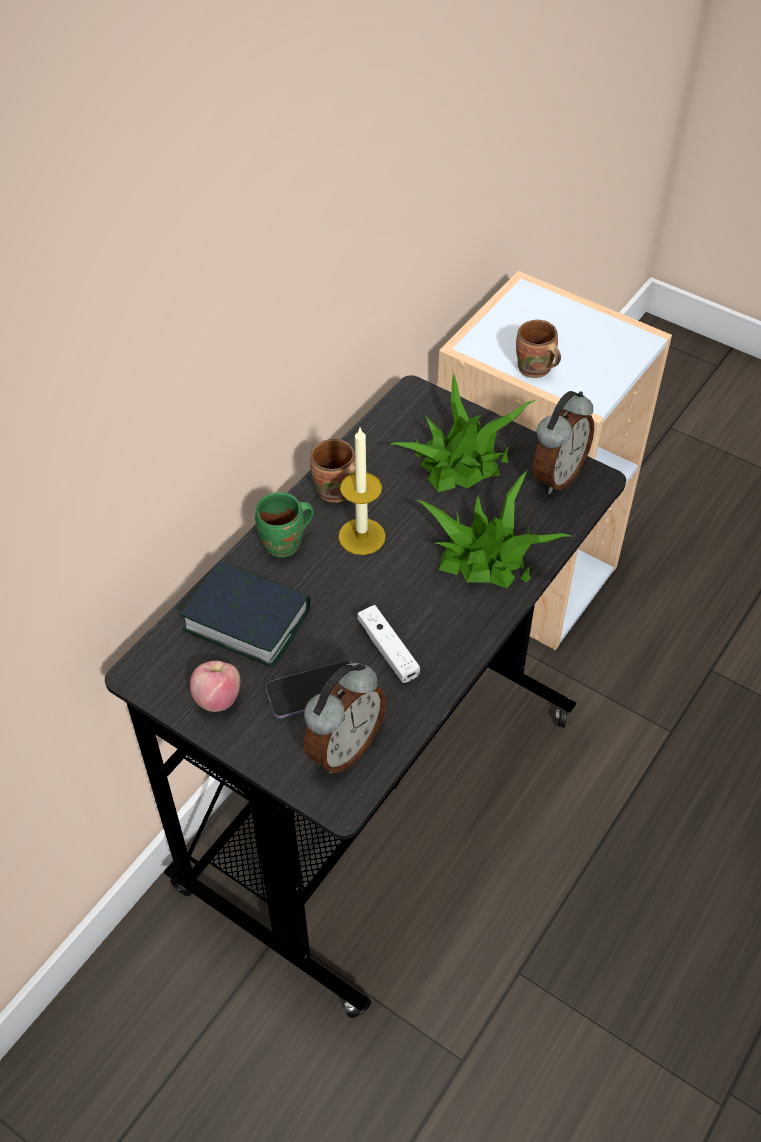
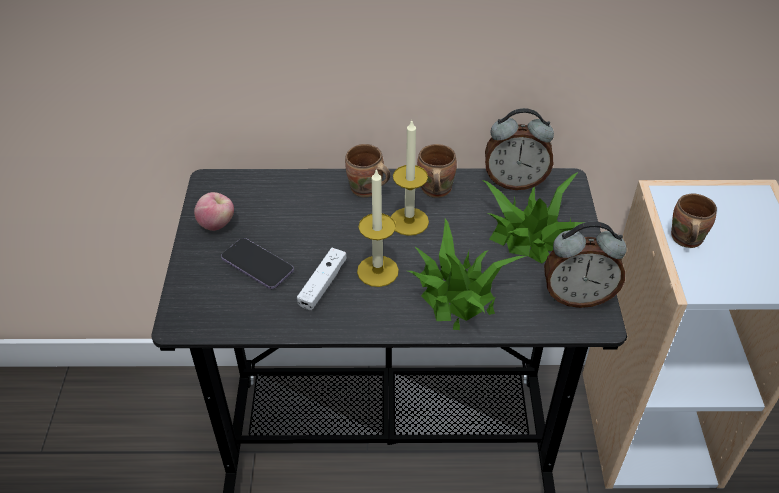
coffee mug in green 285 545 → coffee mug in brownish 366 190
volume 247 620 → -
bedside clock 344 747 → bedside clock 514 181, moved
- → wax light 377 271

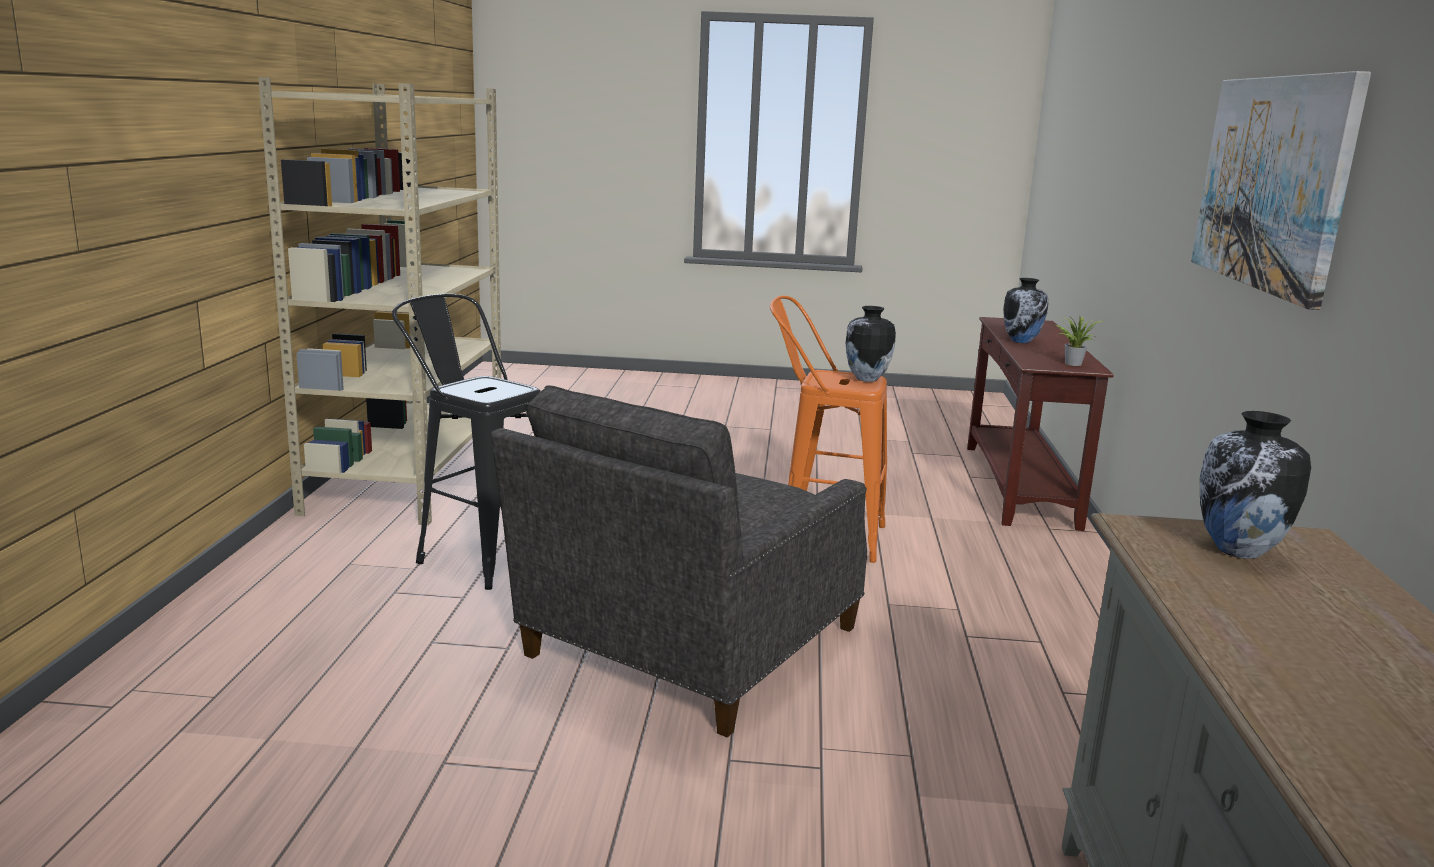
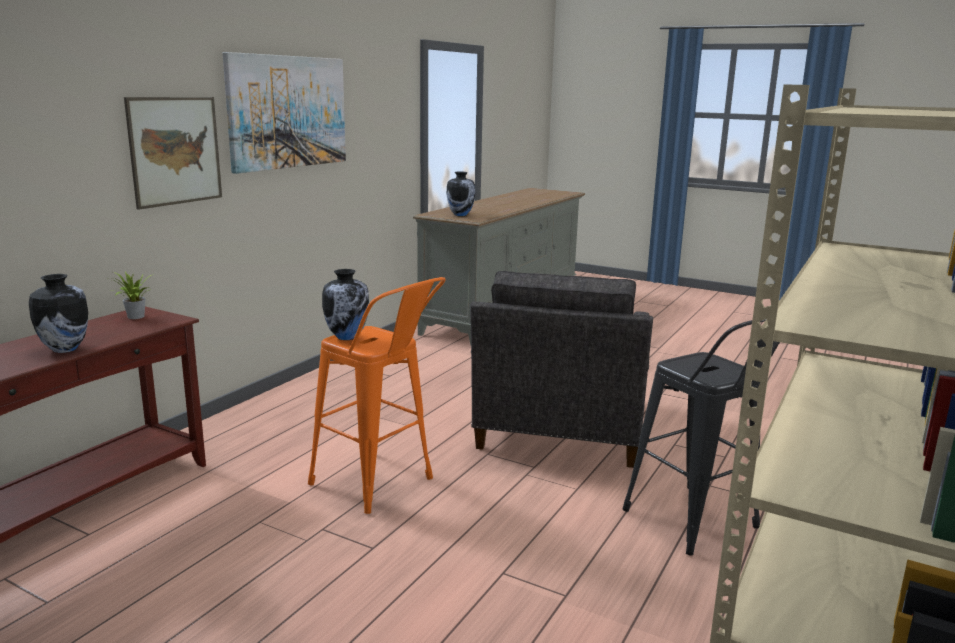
easy chair in gray 688 645 → easy chair in gray 561 426, 135 degrees clockwise
- → picture 175 151

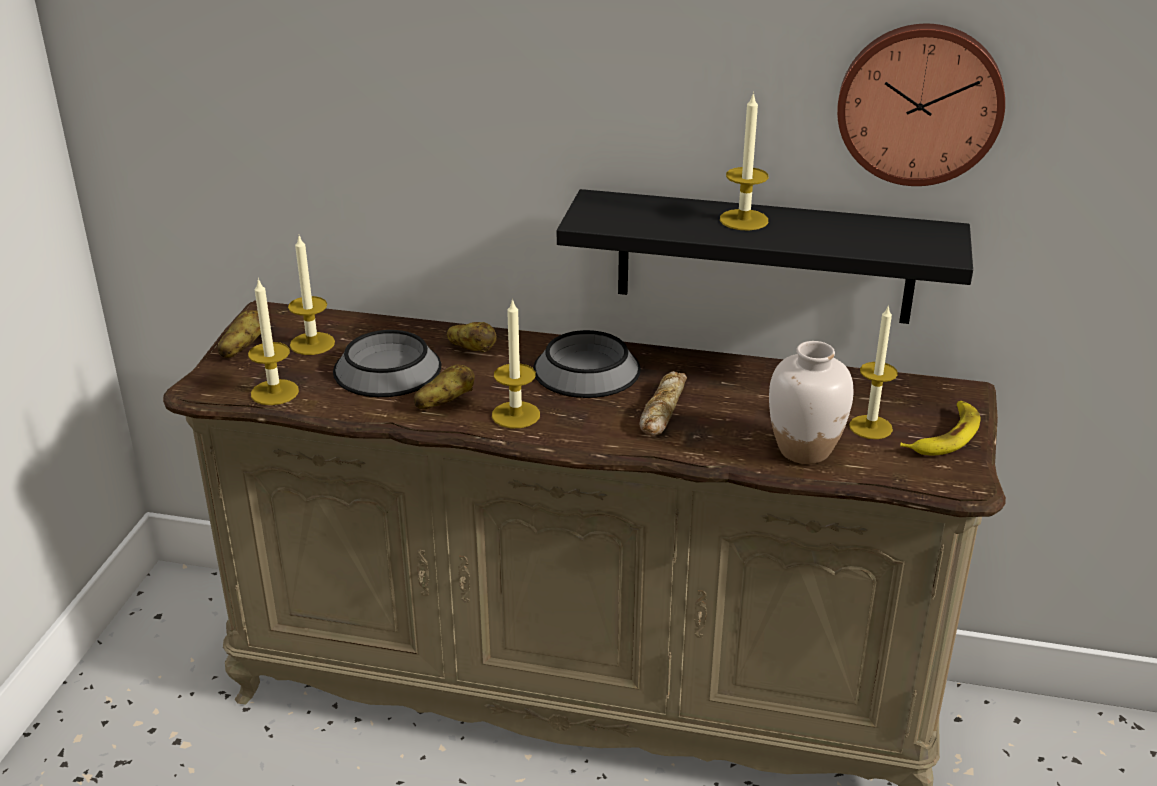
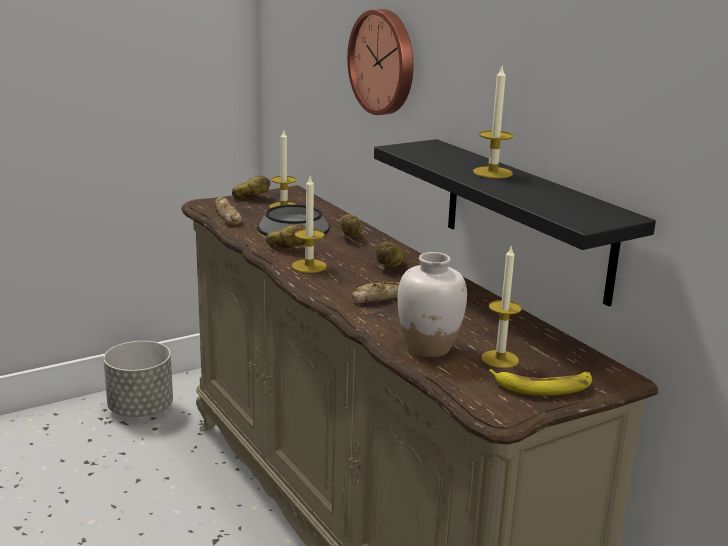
wall clock 920 103 → wall clock 384 62, moved
wax light 274 392 → bakery bread 226 216
deep dish 586 369 → potato 390 265
- → planter in gray 141 409

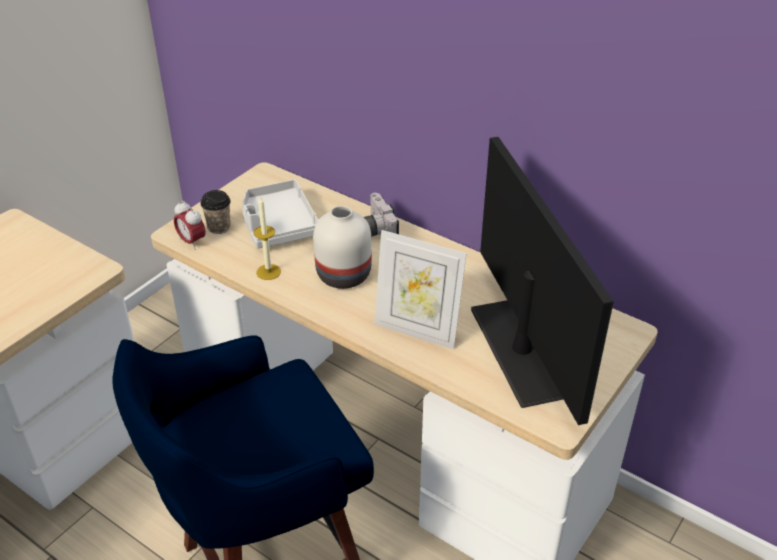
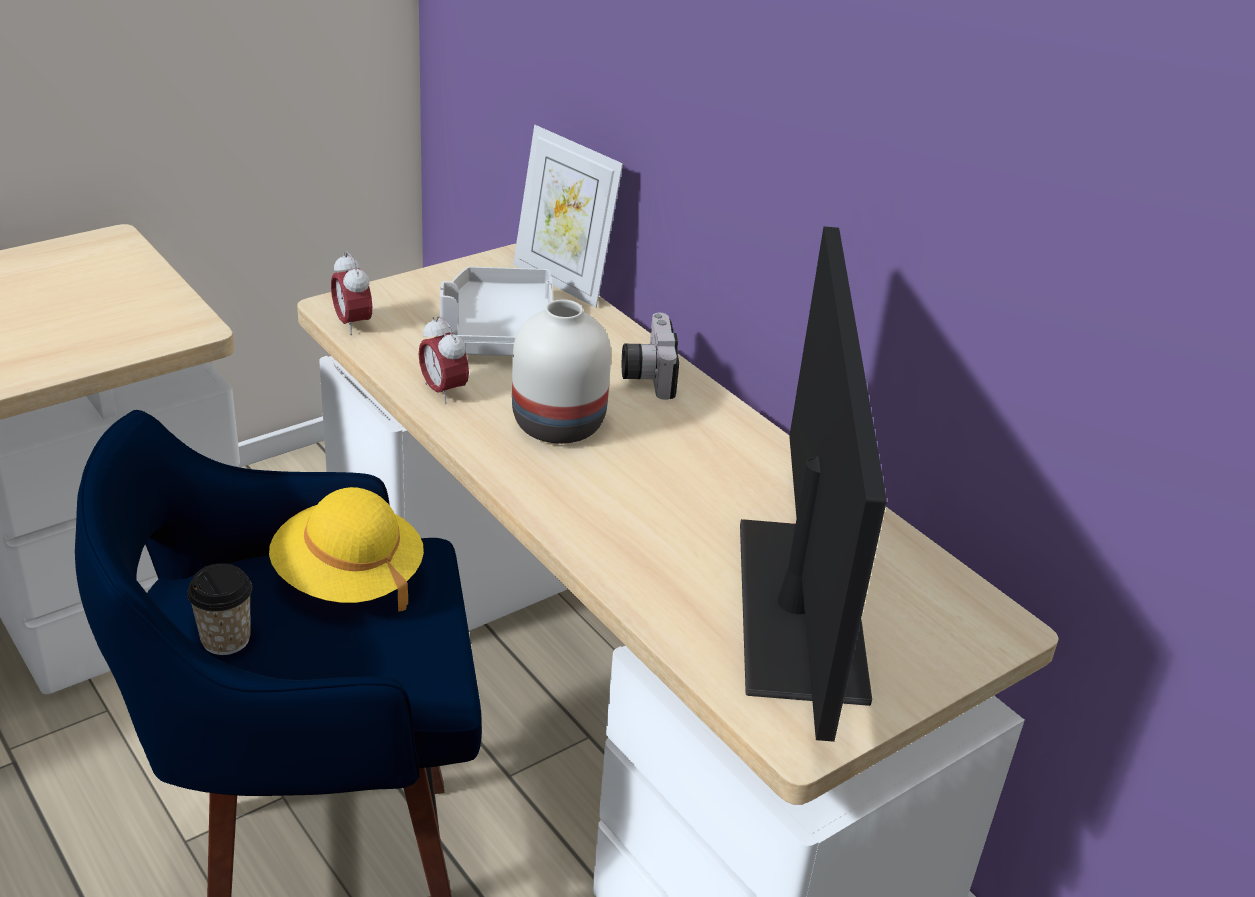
drinking cup 219 227 → drinking cup 226 639, moved
wax light 268 272 → bedside clock 443 391
standing frame 417 331 → standing frame 562 282, moved
- → wearable hat in yellowish 348 579

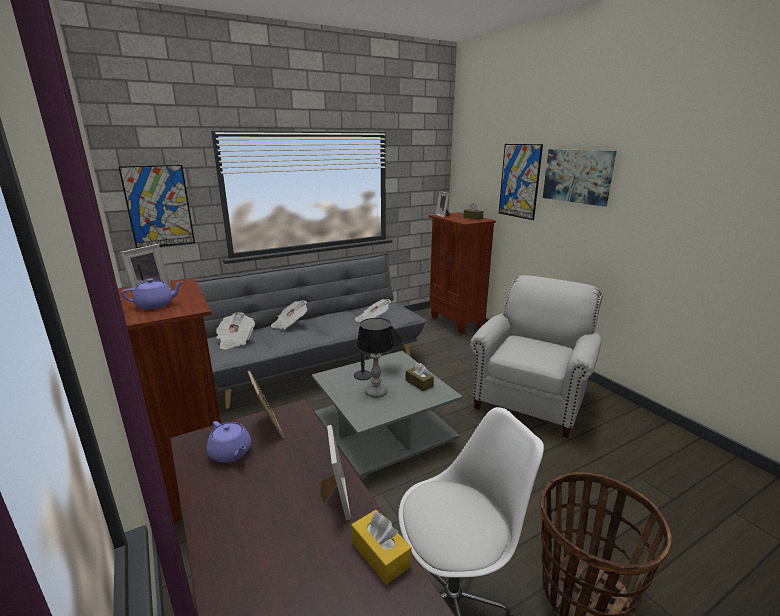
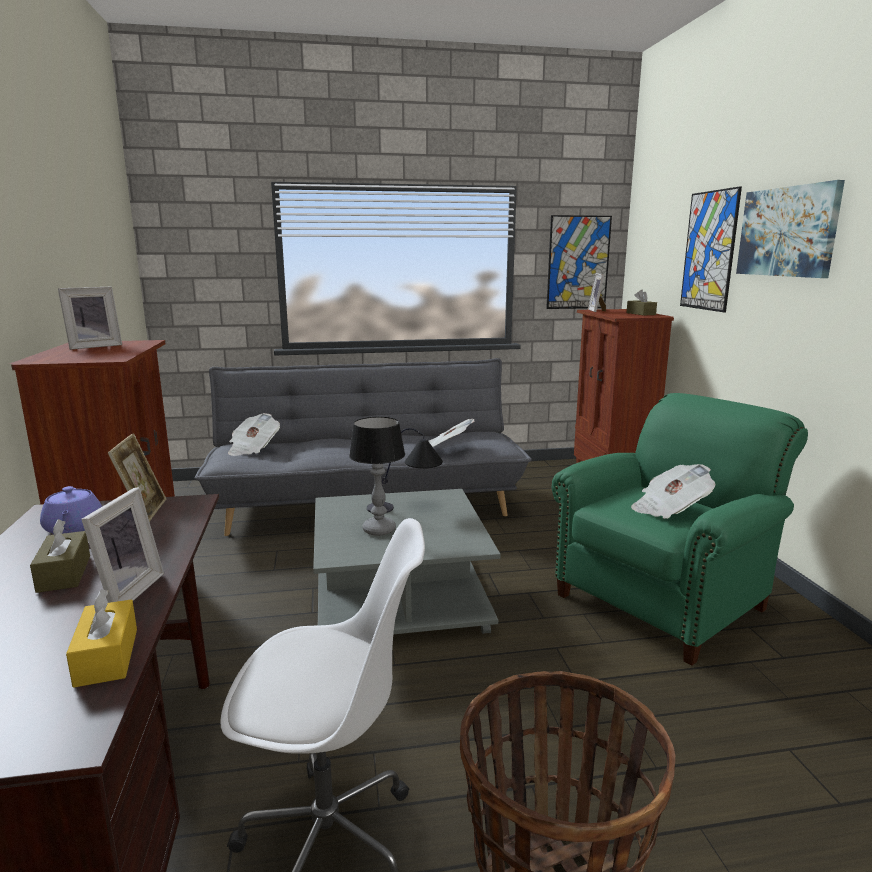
picture 159 207 → picture 578 262, moved
easy chair in white-coloured 531 398 → easy chair in green 666 599
pot for tea in purplish 156 305 → -
printed paper 290 324 → printed paper 669 509, moved
tissue holder in brownish 419 383 → tissue holder in brownish 64 573, moved

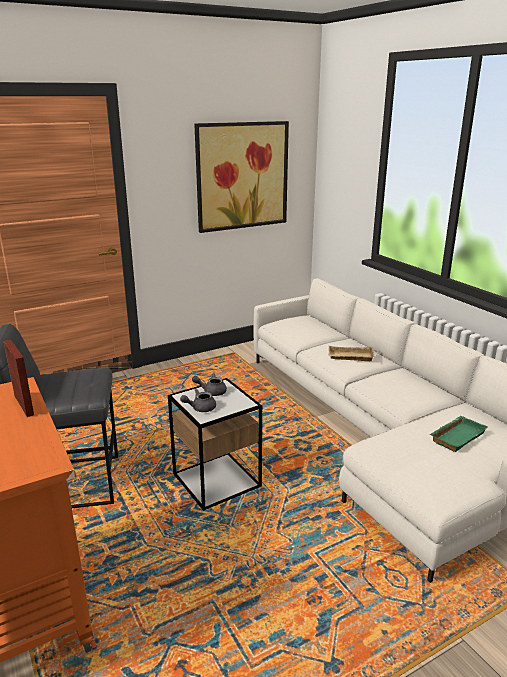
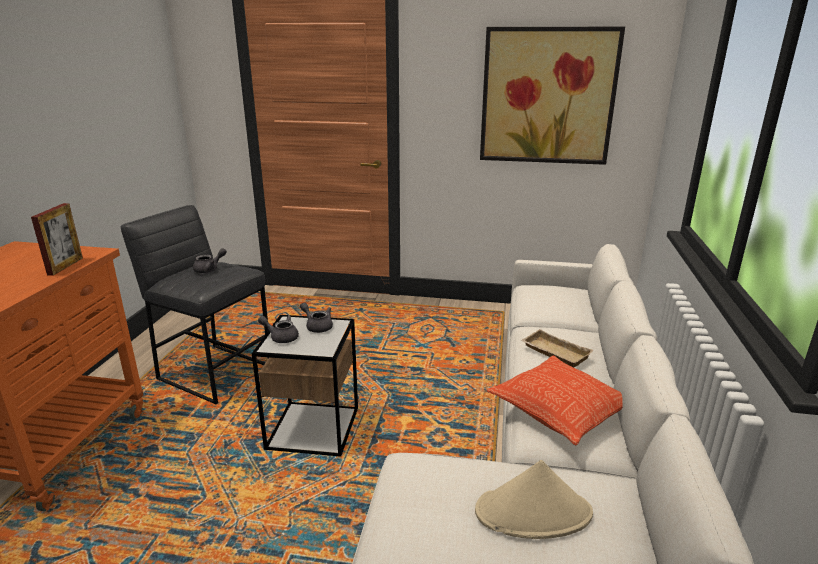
carrying tray in green 456 436 → wearable hat in beige 533 512
- → pot for tea in gray 209 269
- → throw pillow in orange 560 411

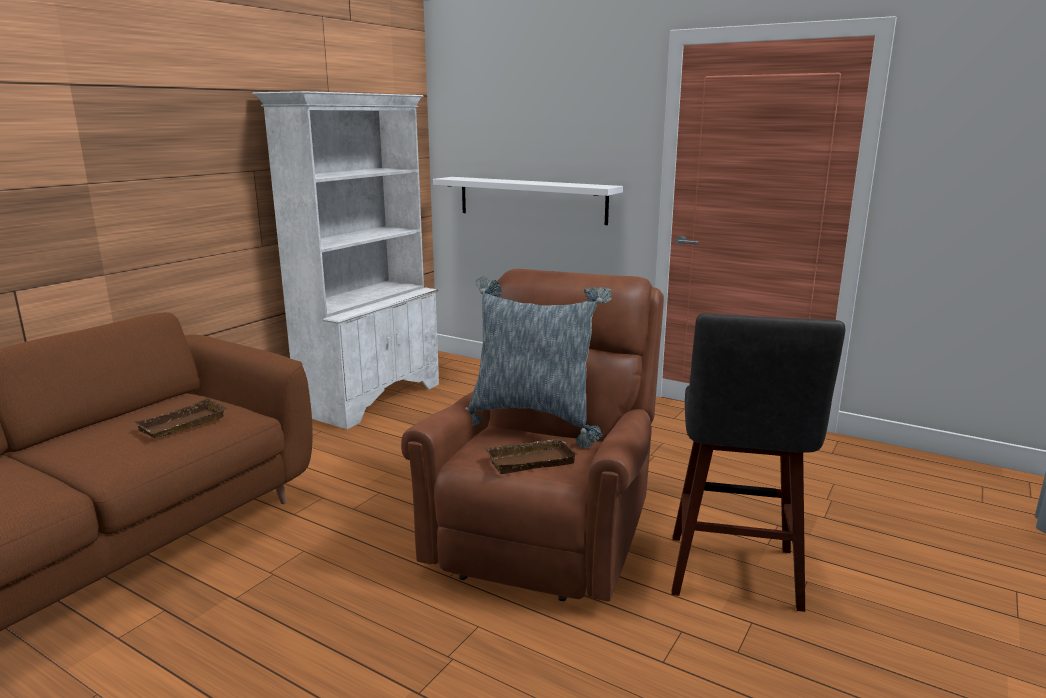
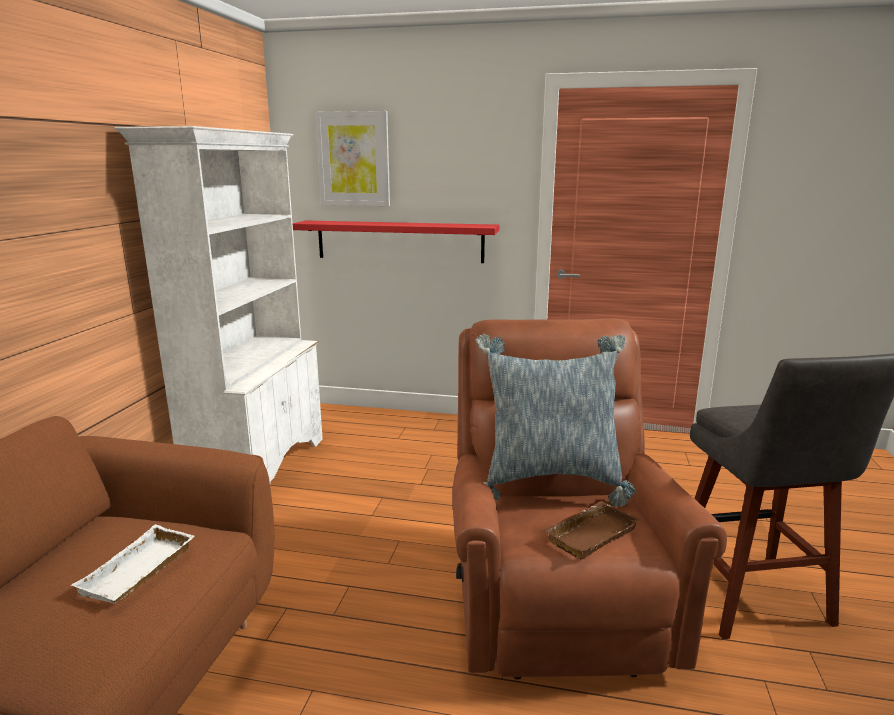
bracket shelf in white-coloured 531 199 → bracket shelf in red 399 241
carrying tray in brownish 183 425 → carrying tray in white-coloured 139 572
- → picture 353 159

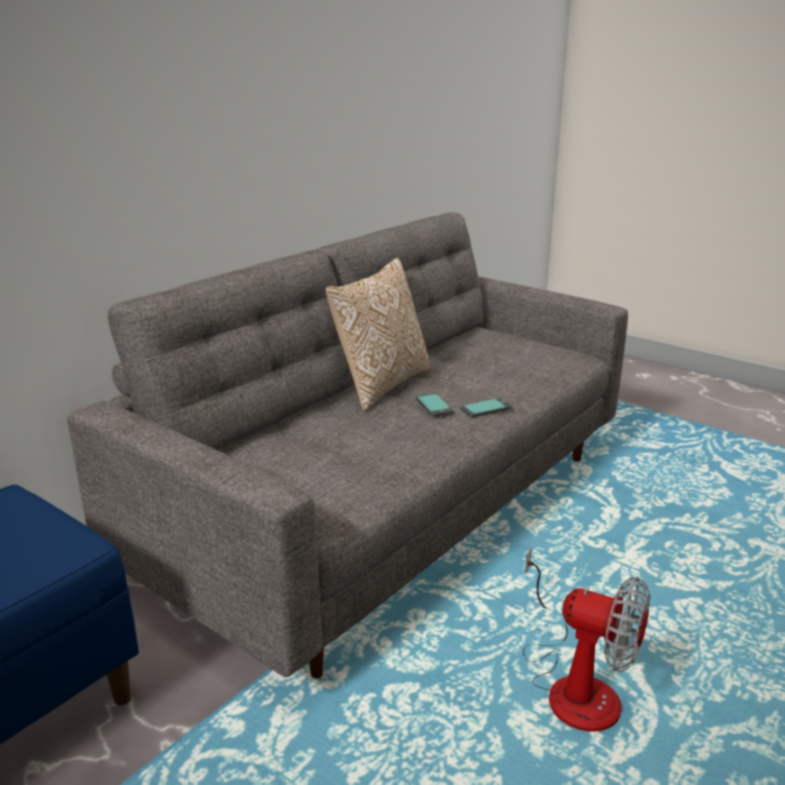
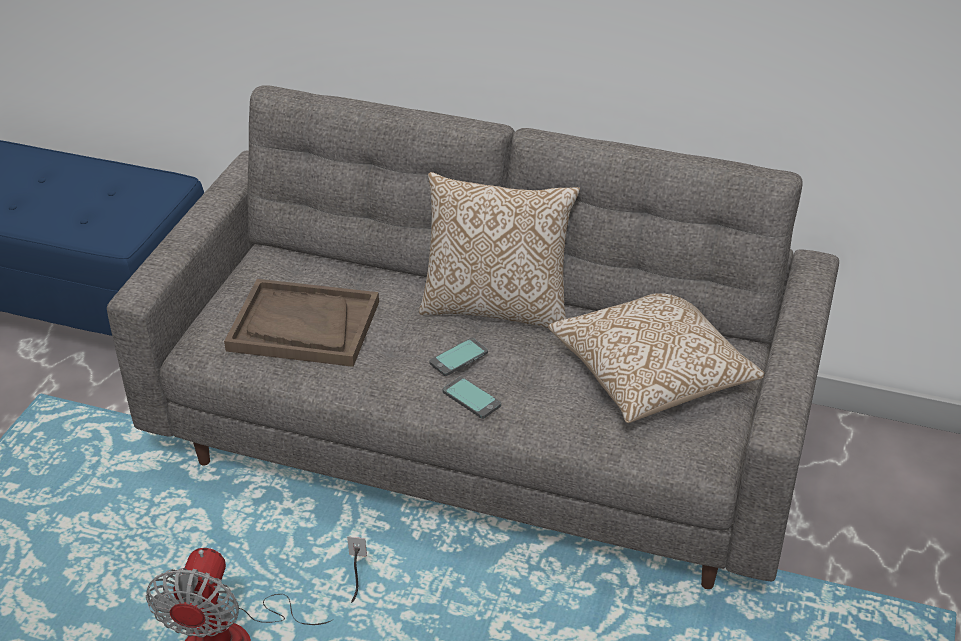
- → carrying tray in brownish 303 326
- → throw pillow 652 375

